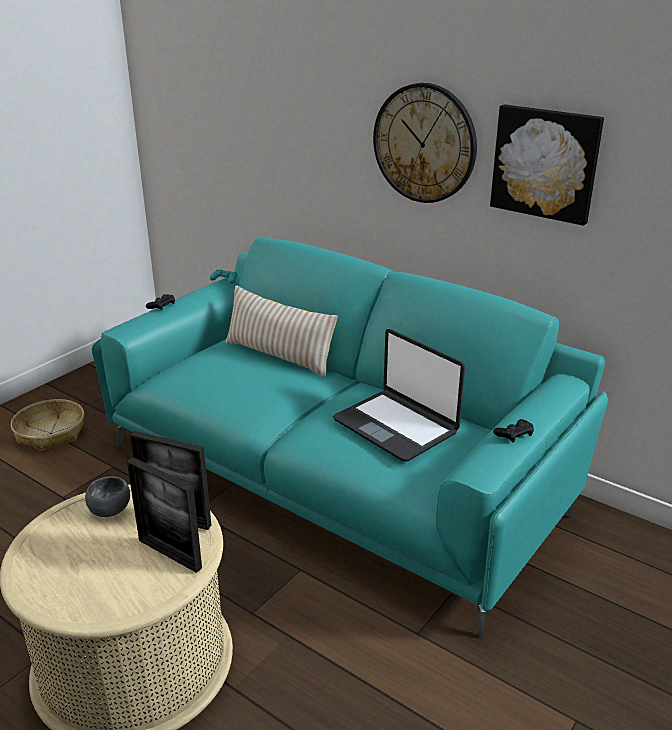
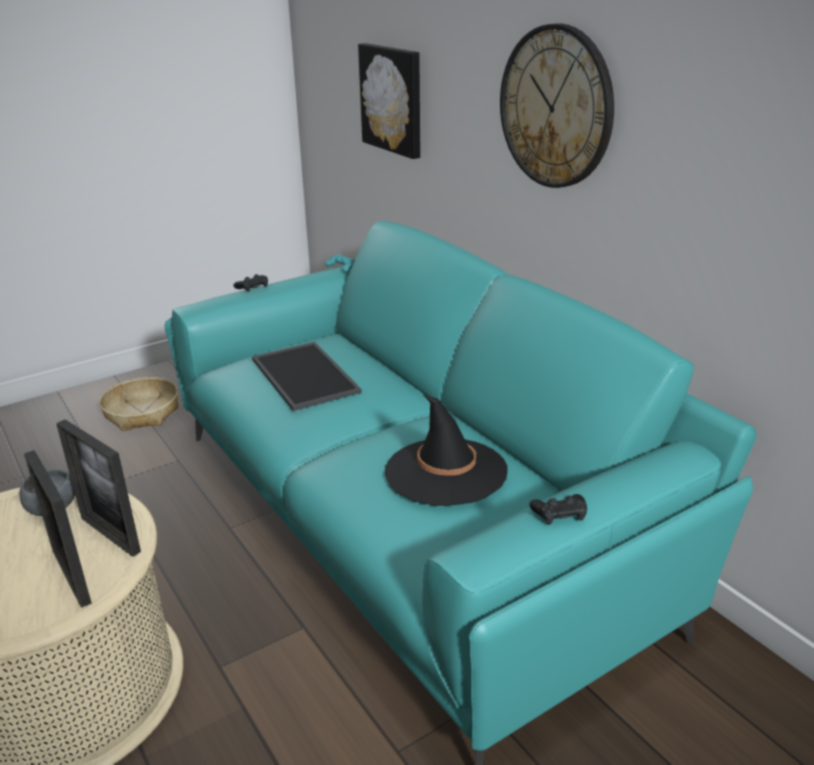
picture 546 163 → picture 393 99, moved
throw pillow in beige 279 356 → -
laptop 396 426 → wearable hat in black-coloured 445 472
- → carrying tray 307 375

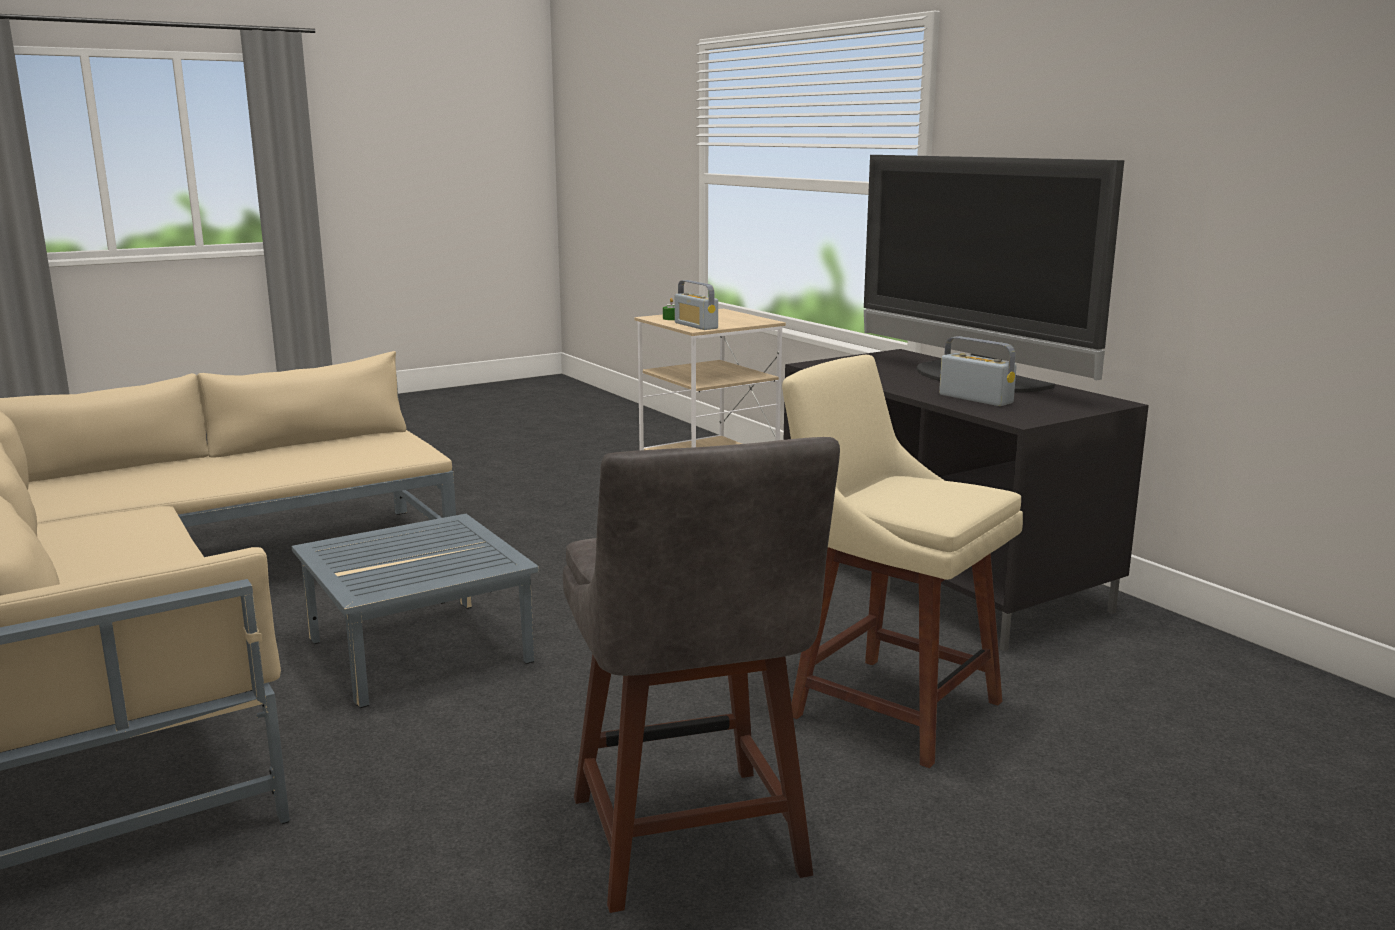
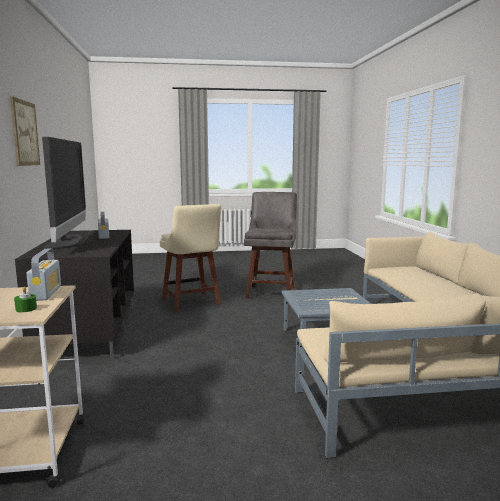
- → picture 25 133

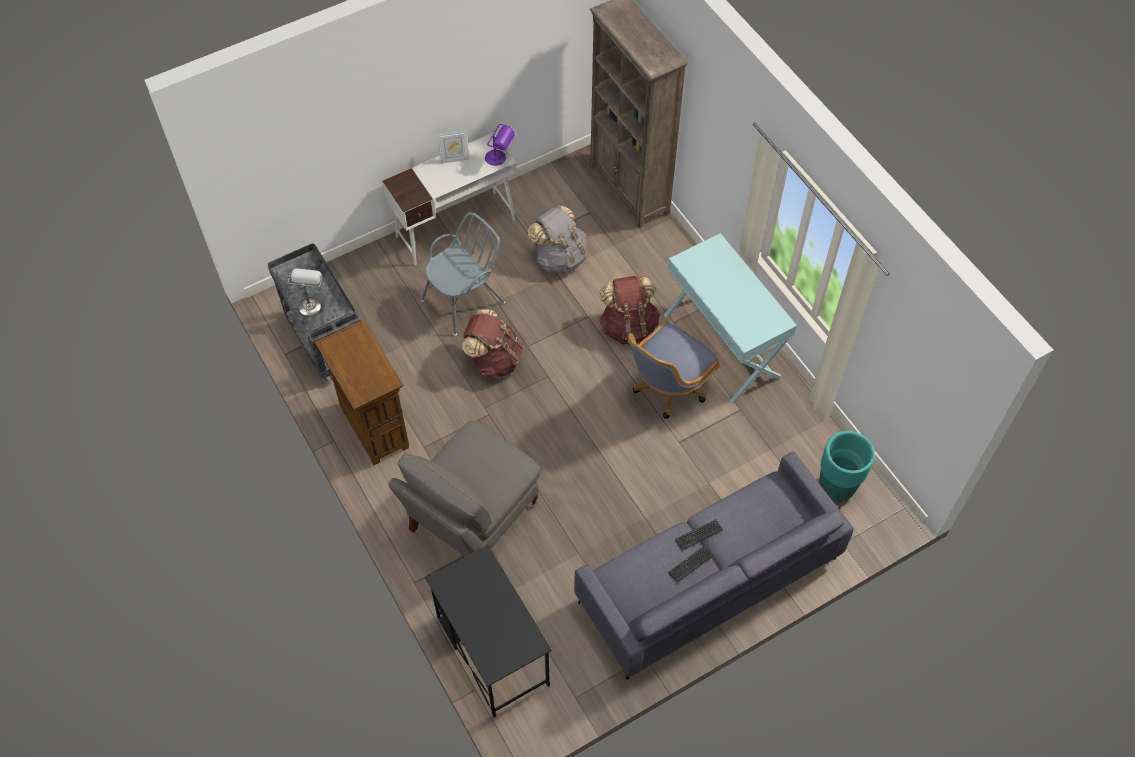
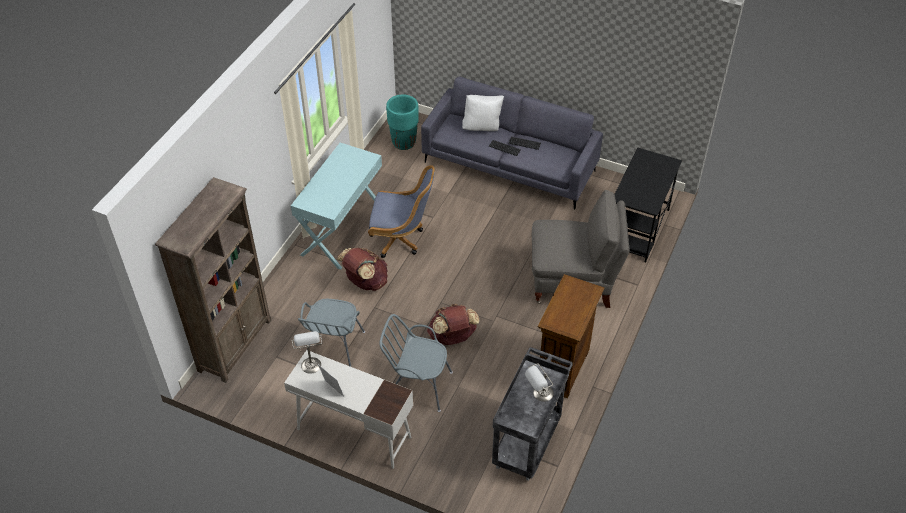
table lamp in purplish 499 158 → table lamp in white-coloured 310 362
backpack in gray 560 258 → plain chair in gray 334 351
- → throw pillow in white-coloured 482 127

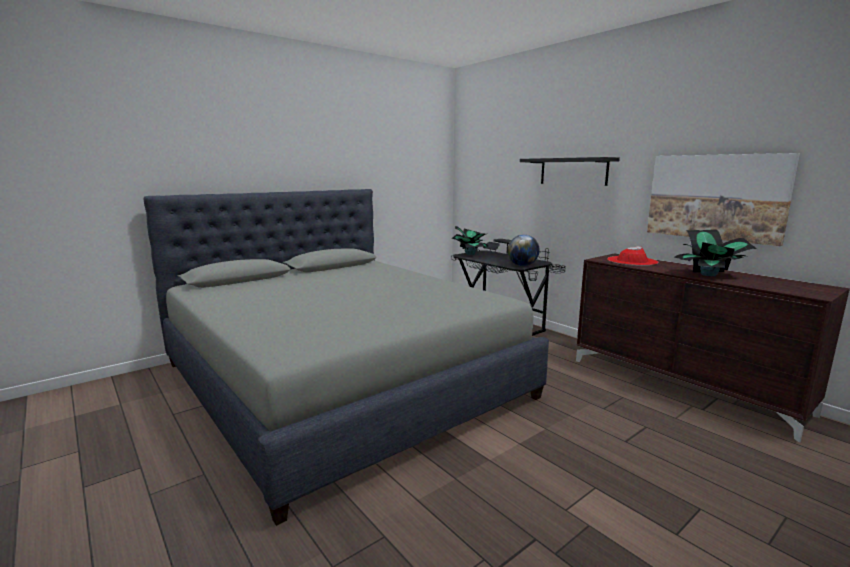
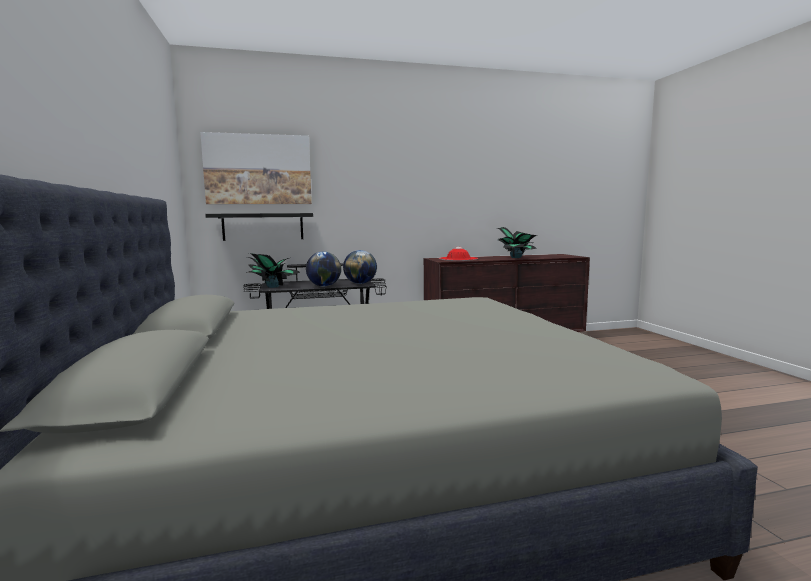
picture 715 197 → picture 258 169, moved
bracket shelf in black-coloured 573 171 → bracket shelf in black-coloured 263 226, moved
- → globe 324 286

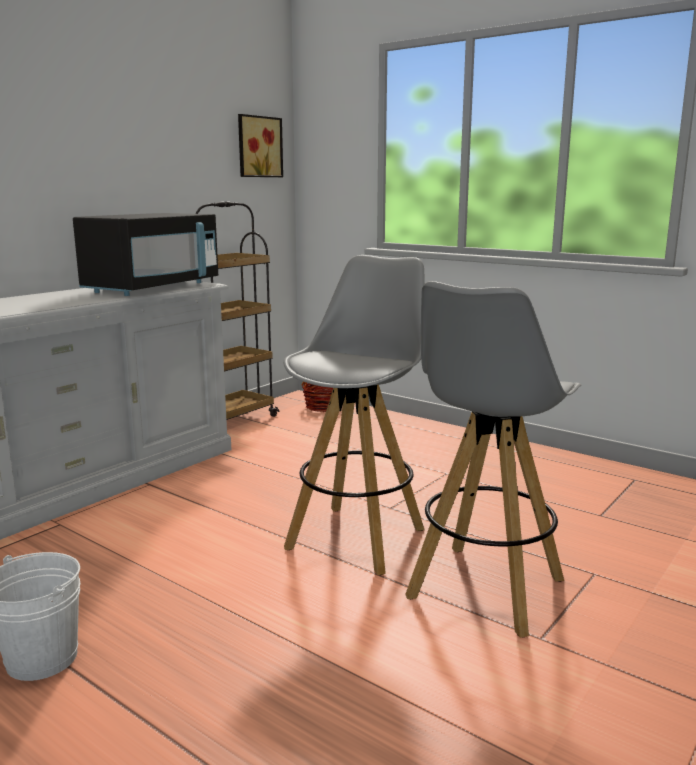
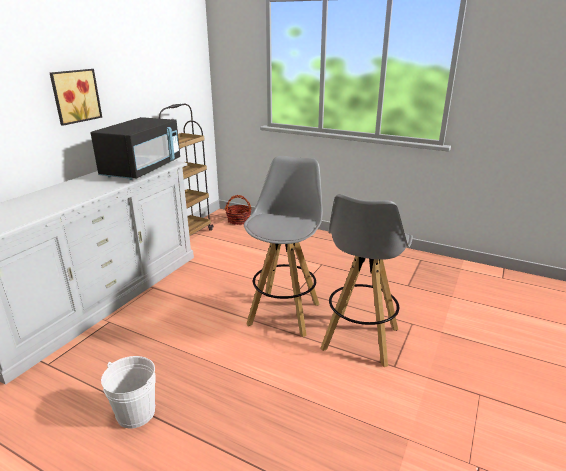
picture 258 147 → picture 75 96, moved

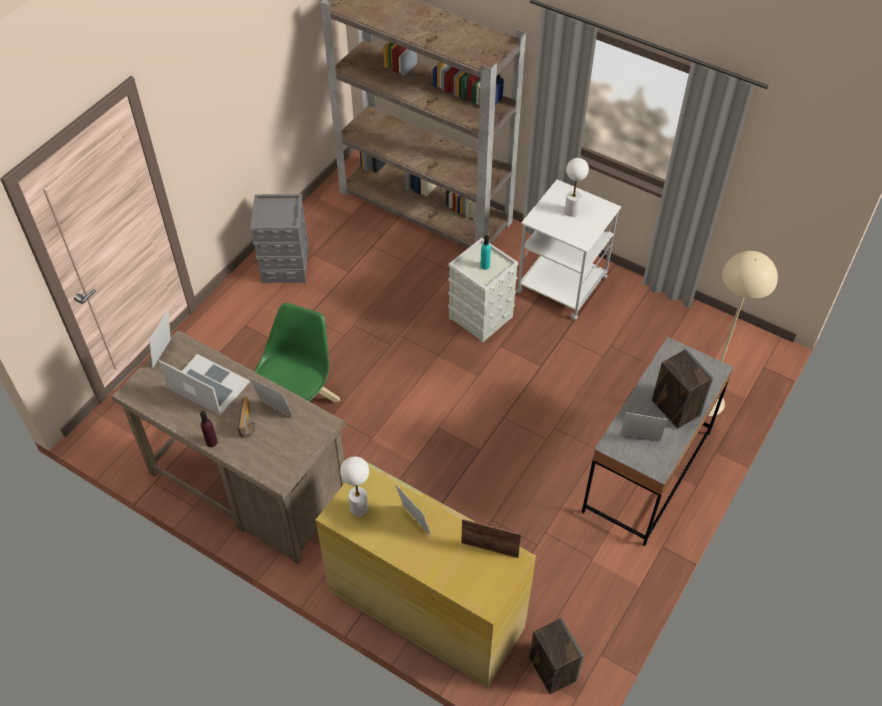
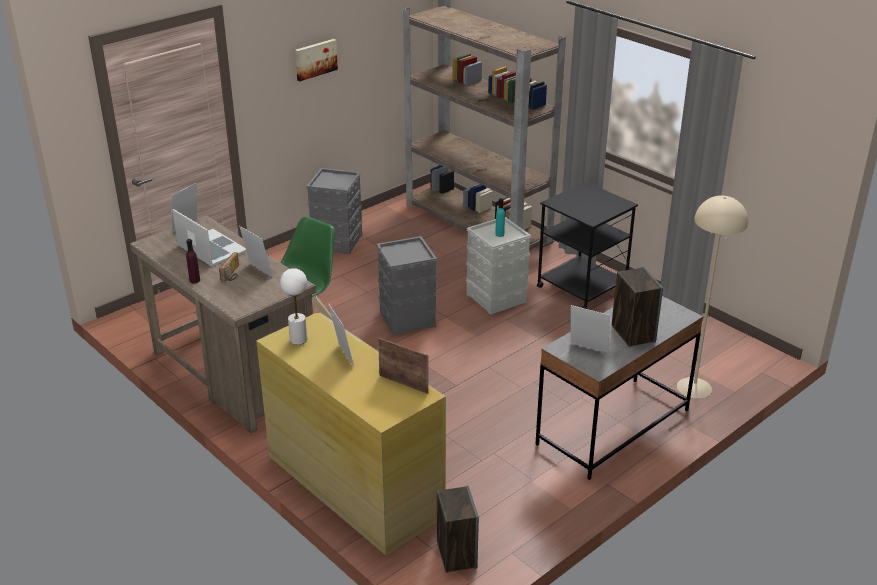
table lamp in white-coloured 571 211 → -
wheeled cart in white-coloured 563 285 → wheeled cart in black-coloured 582 289
- → picture 315 59
- → storage bin in gray 407 318

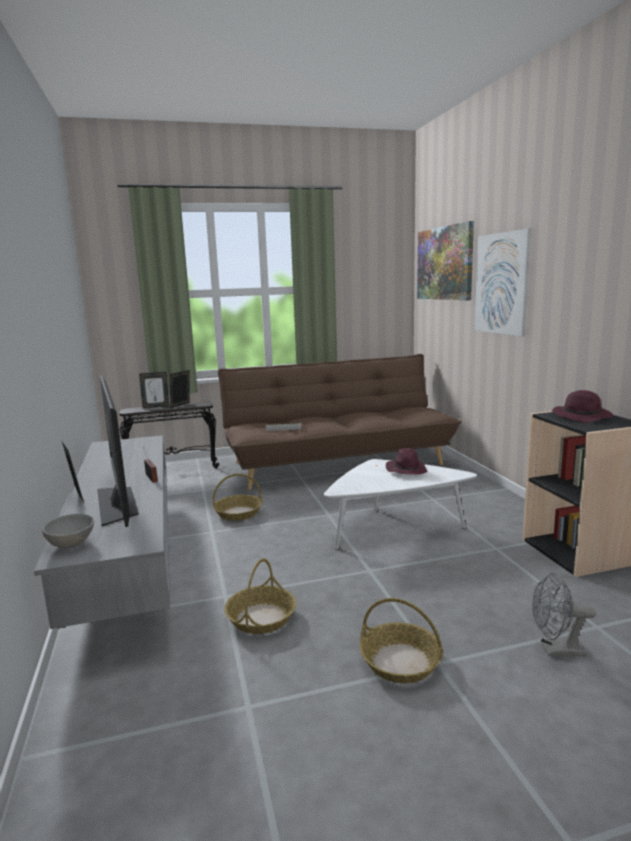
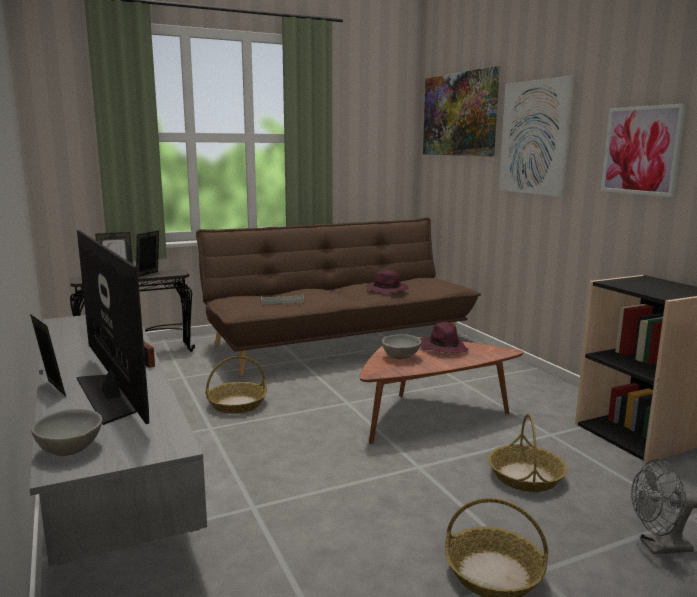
wearable hat in purplish 582 416 → wearable hat in purplish 387 290, moved
lounge table in white-coloured 393 528 → lounge table in brownish 428 416
storage basket 261 618 → storage basket 526 477, moved
- → picture 641 150
- → deep dish in gray 401 357

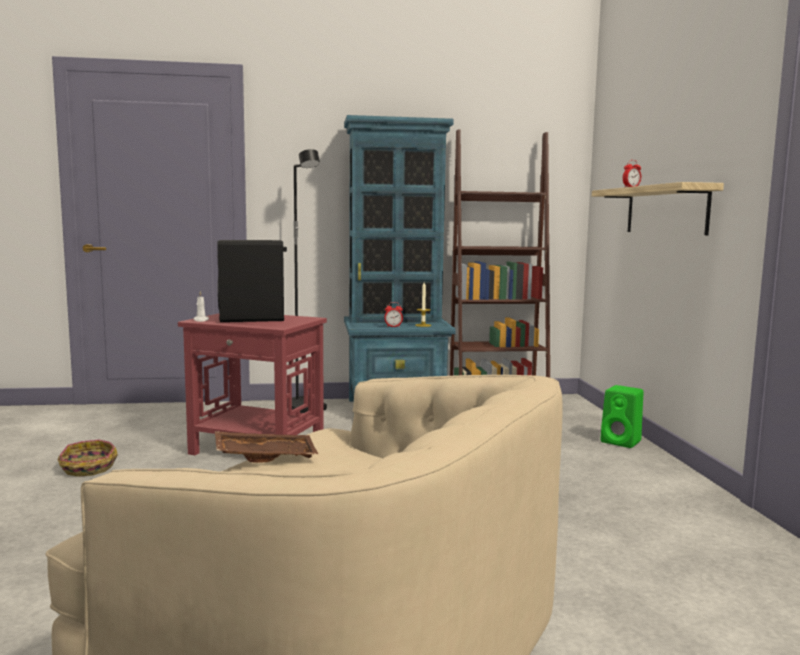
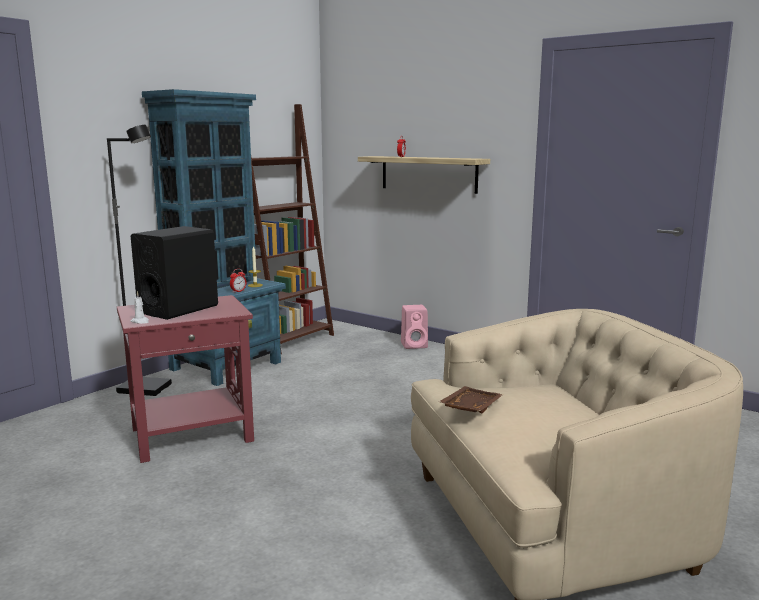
loudspeaker in green 622 442 → loudspeaker in pink 415 345
storage basket 88 469 → -

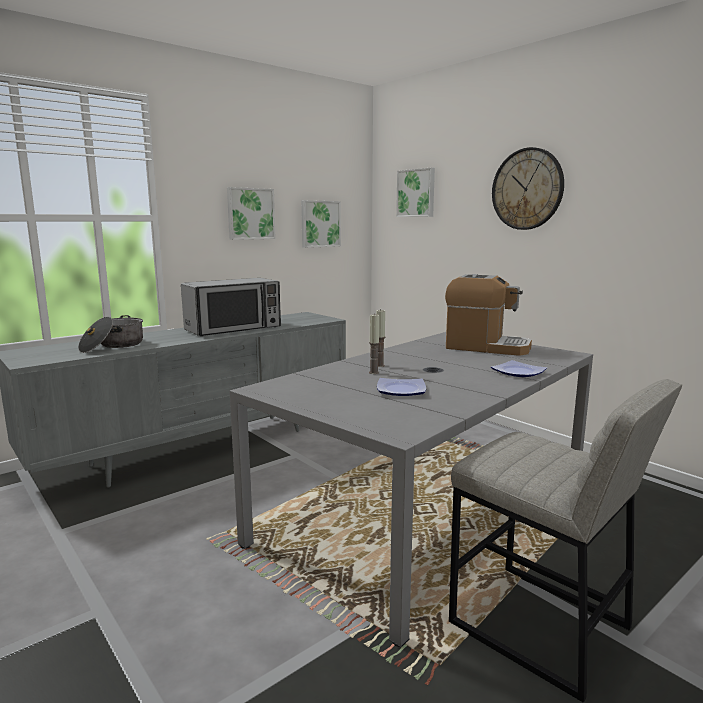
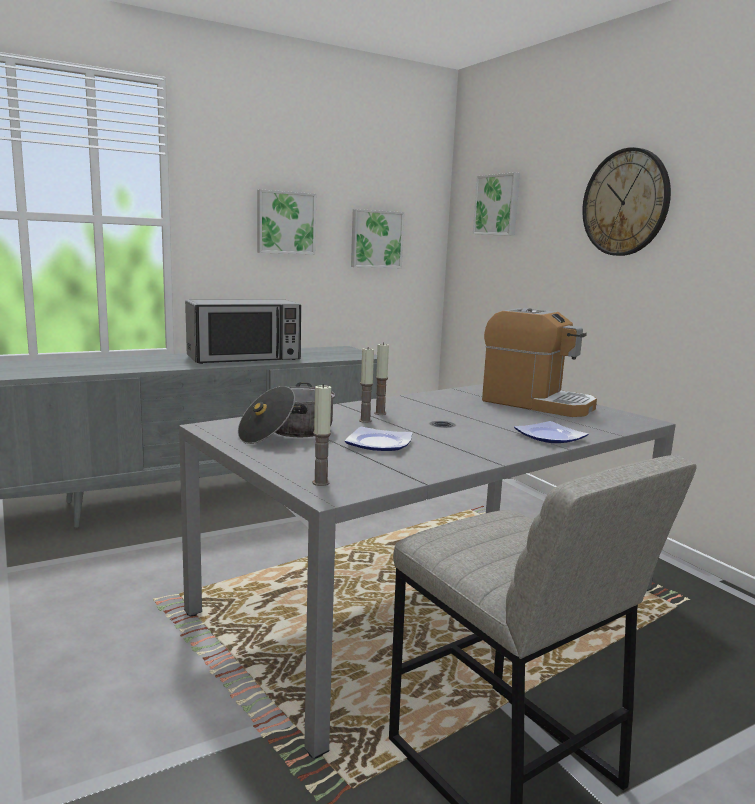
saucepot 113 346 → saucepot 287 433, moved
- → wax light 321 483

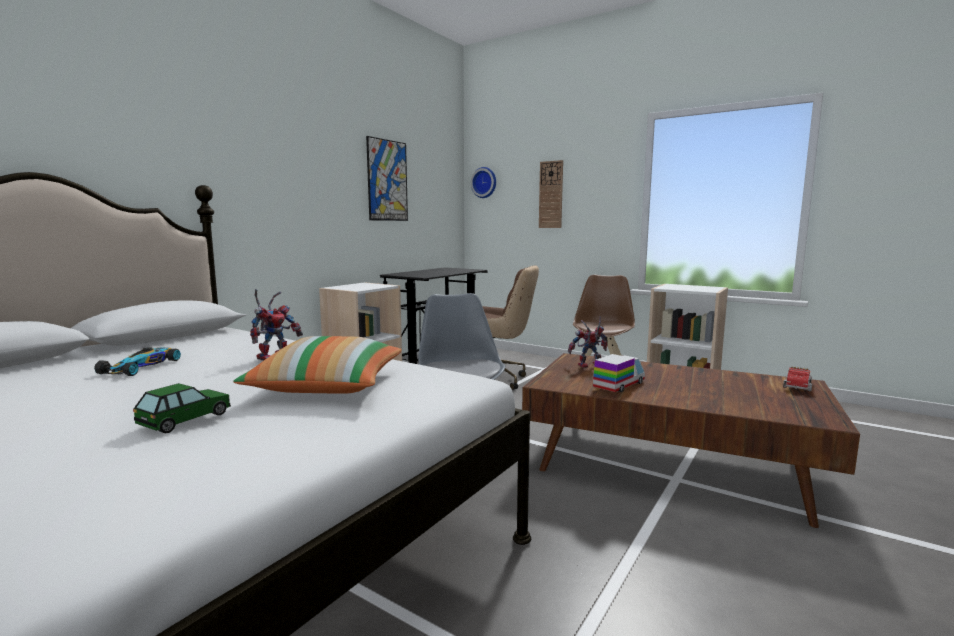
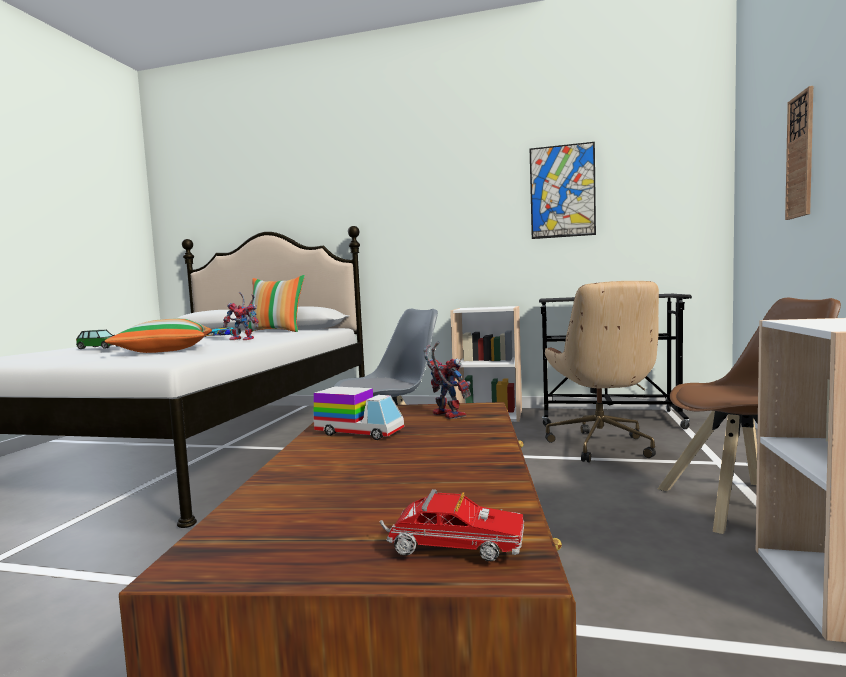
wall clock 484 182 → -
- → throw pillow 276 331

